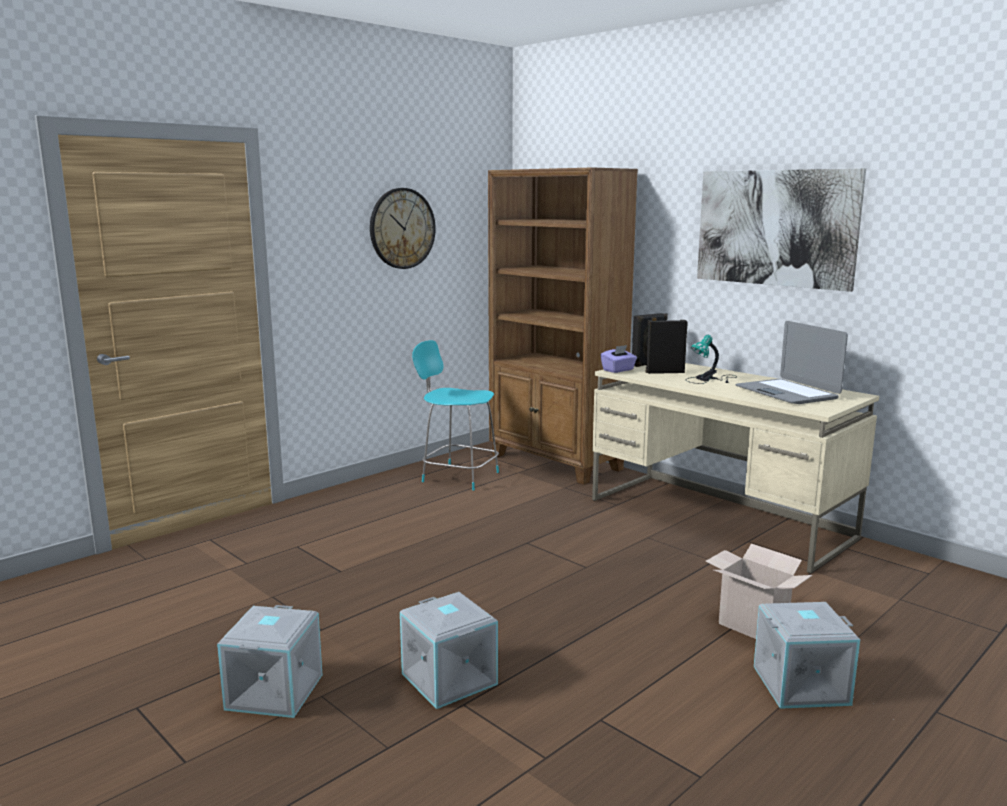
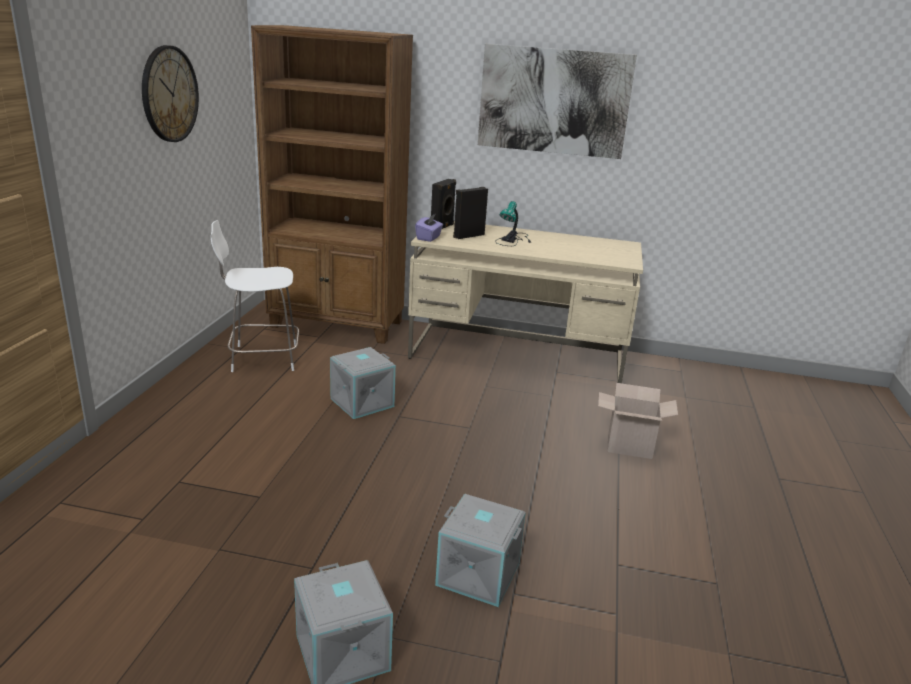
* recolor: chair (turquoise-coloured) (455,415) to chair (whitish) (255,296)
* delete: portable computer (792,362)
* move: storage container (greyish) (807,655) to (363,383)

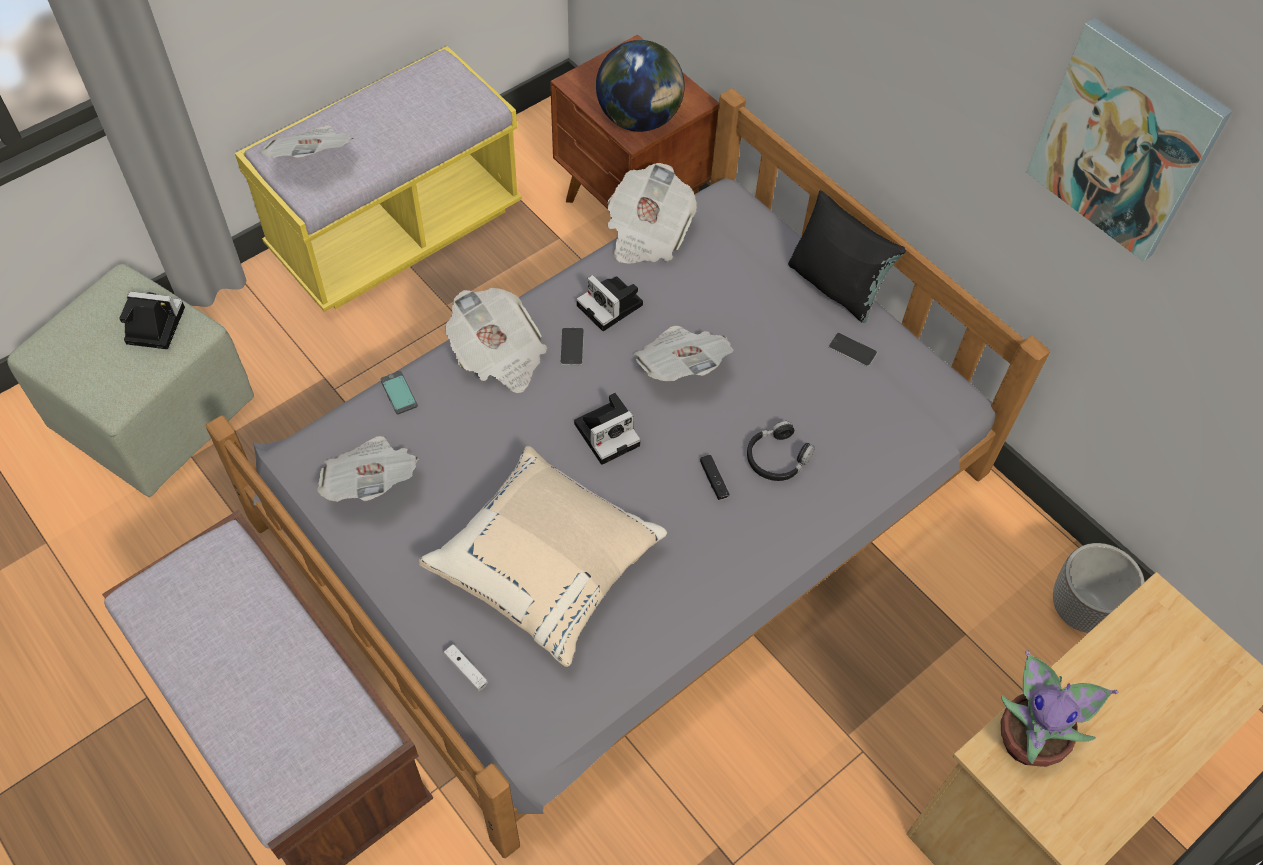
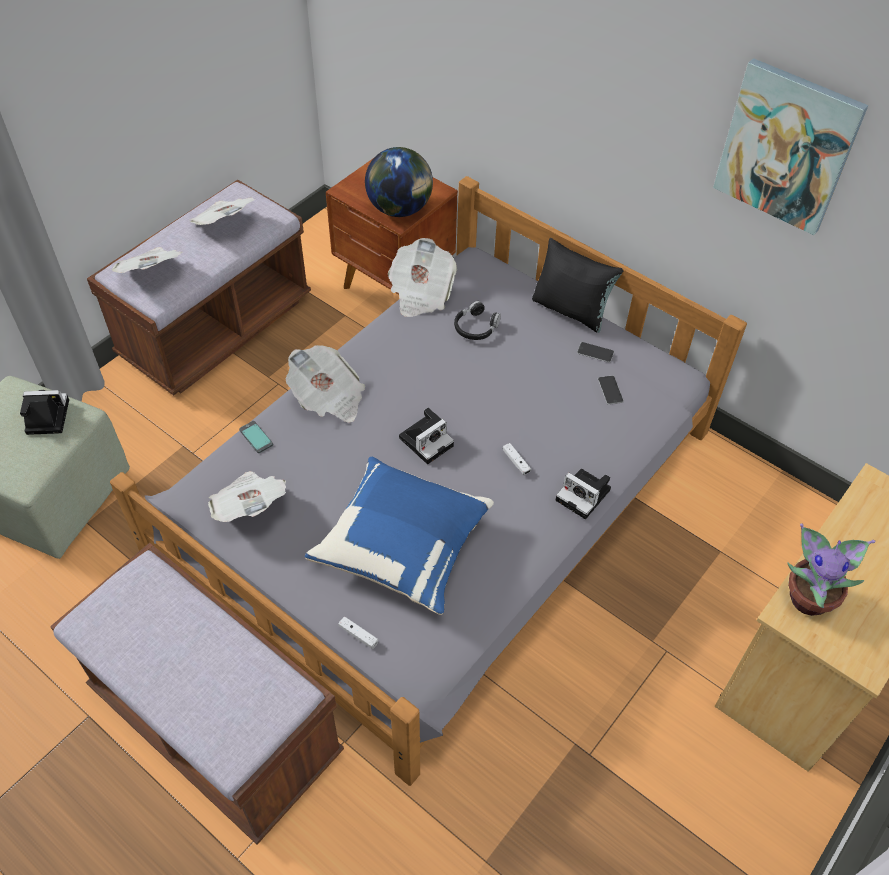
* recolor: indoor bench (yellow-coloured) (378,179) to indoor bench (brown-coloured) (199,287)
* recolor: throw pillow (sand-coloured) (542,556) to throw pillow (bluish) (399,536)
* move: phone (572,346) to (611,390)
* move: still camera (609,303) to (583,494)
* move: newspaper (684,353) to (222,211)
* recolor: joypad (blackish) (714,477) to joypad (whitish) (517,459)
* move: headset (blackish) (781,451) to (477,320)
* delete: plant pot (1099,588)

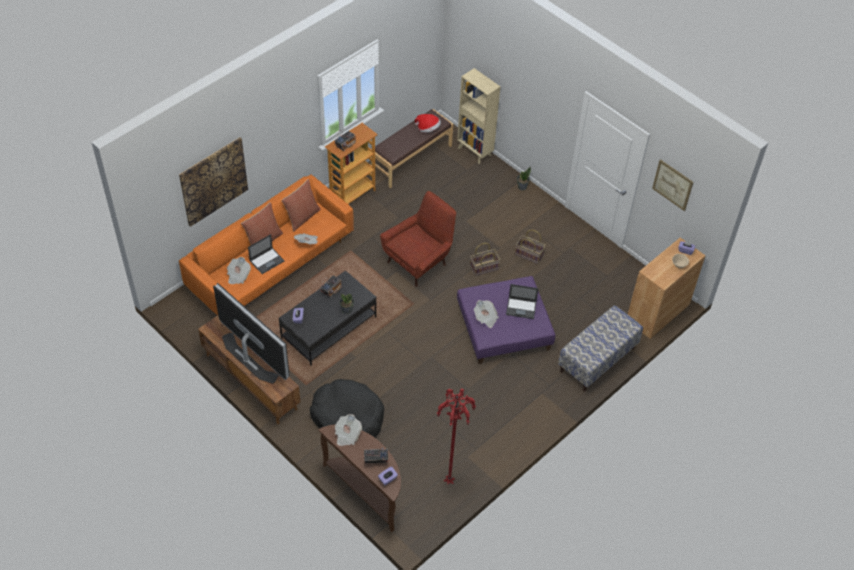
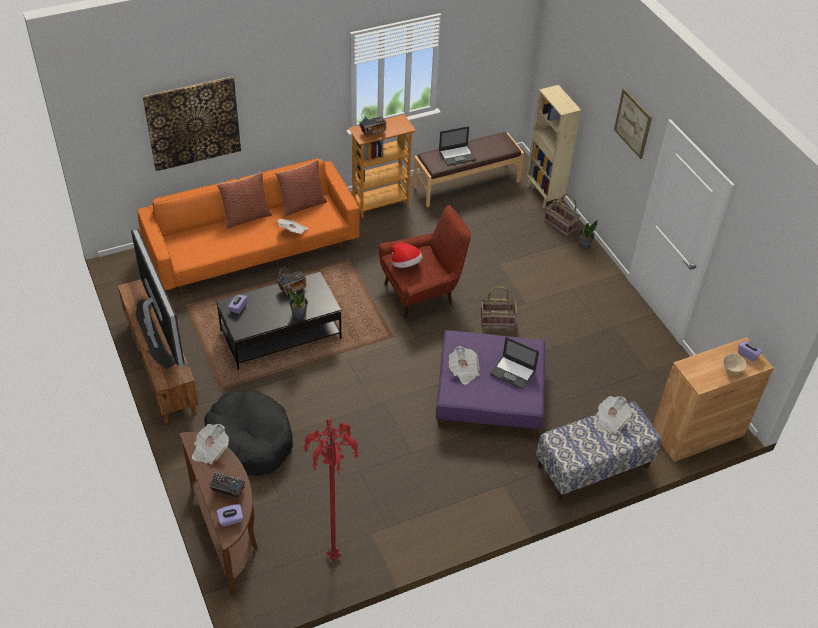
* move: newspaper (239,270) to (614,414)
* move: portable computer (266,254) to (457,146)
* move: hat (428,123) to (407,255)
* move: household basket (530,247) to (562,215)
* move: wall picture (672,185) to (633,123)

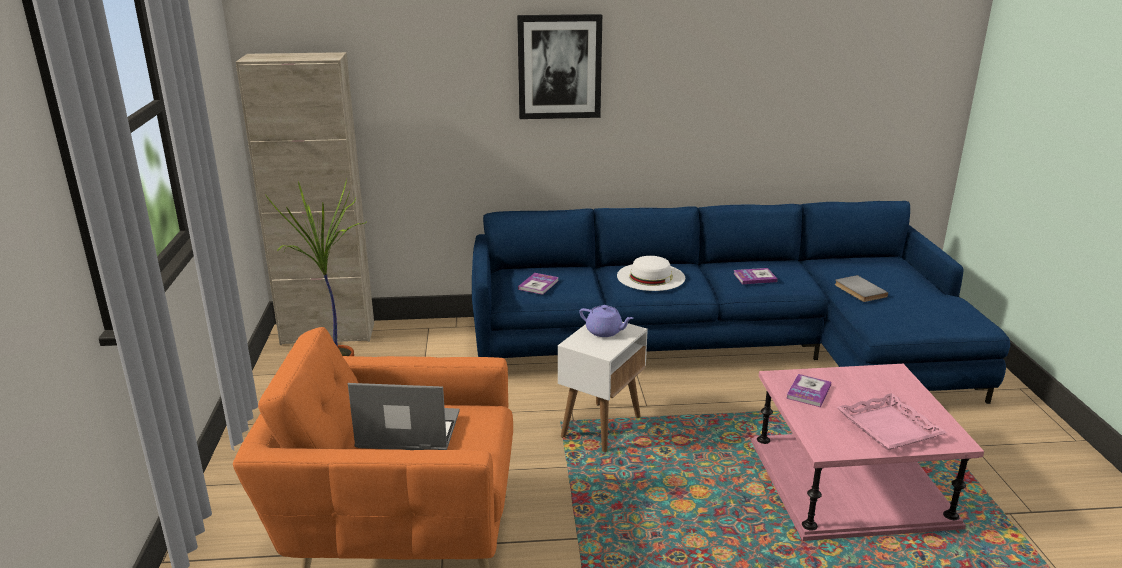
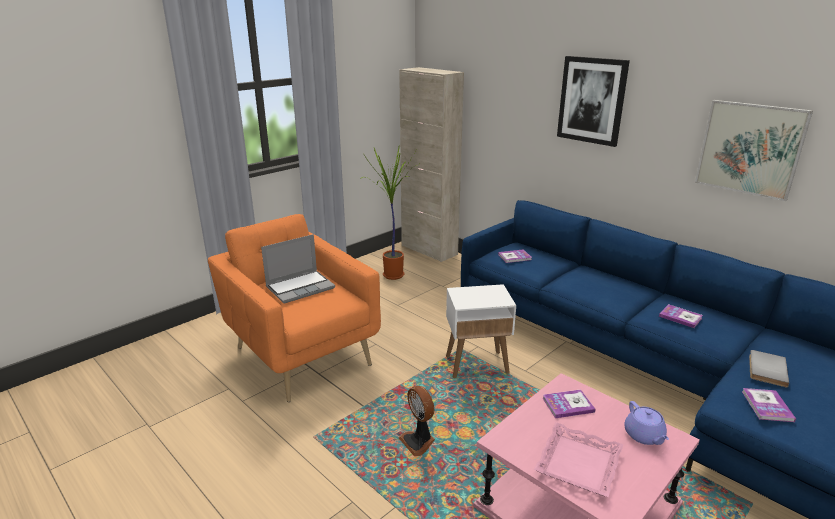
* rotate: portable computer (404,416) = (298,269) 90 degrees clockwise
* move: tea pot (purple) (606,321) to (646,423)
* delete: hat (whitish) (651,273)
* insert: fan (417,421)
* insert: wall picture (754,150)
* insert: bound book (769,405)

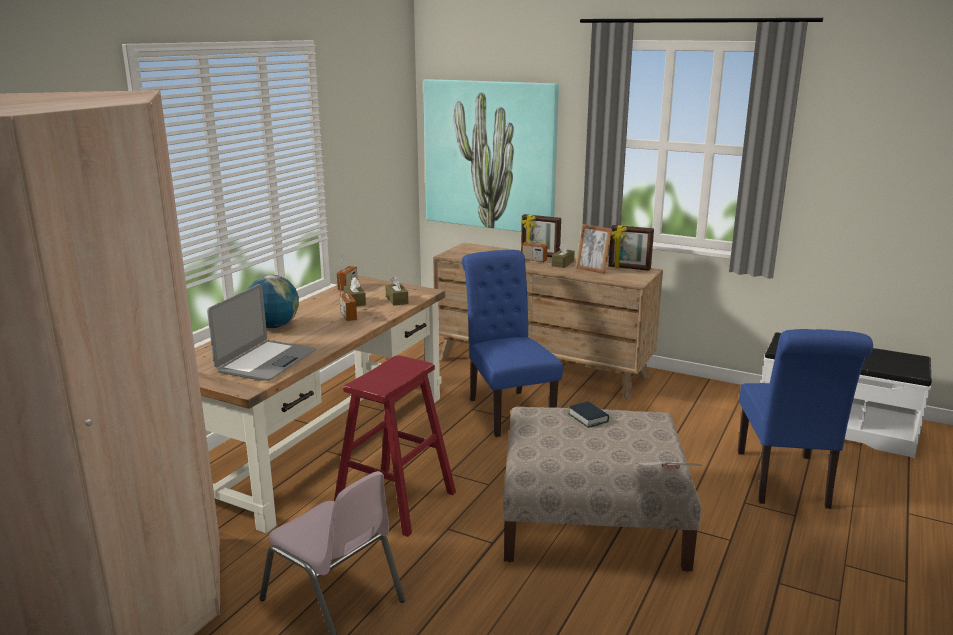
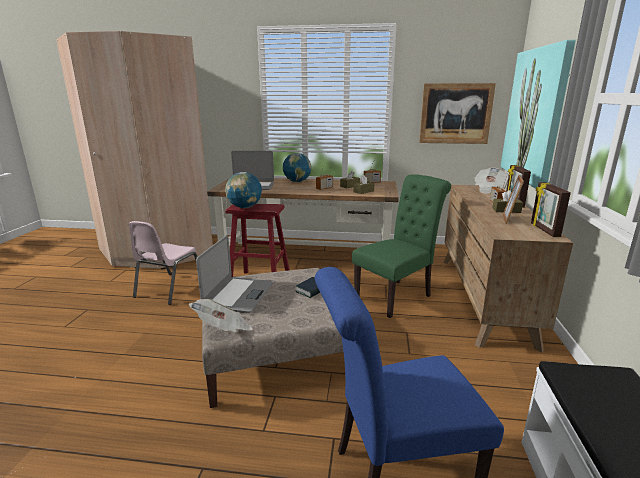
* recolor: chair (bluish) (512,343) to chair (greenish) (401,246)
* insert: portable computer (234,274)
* insert: world globe (243,190)
* insert: wall picture (457,113)
* insert: newspaper (491,180)

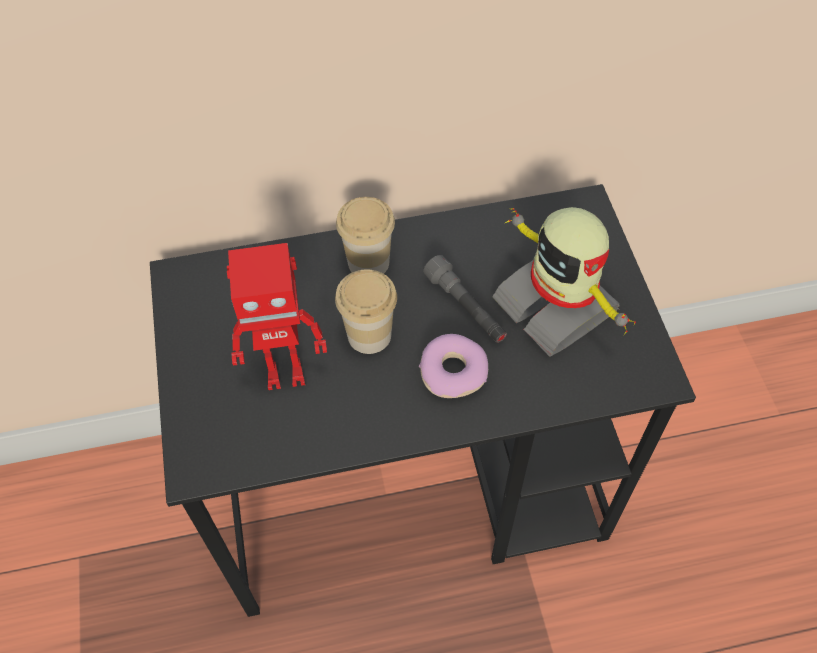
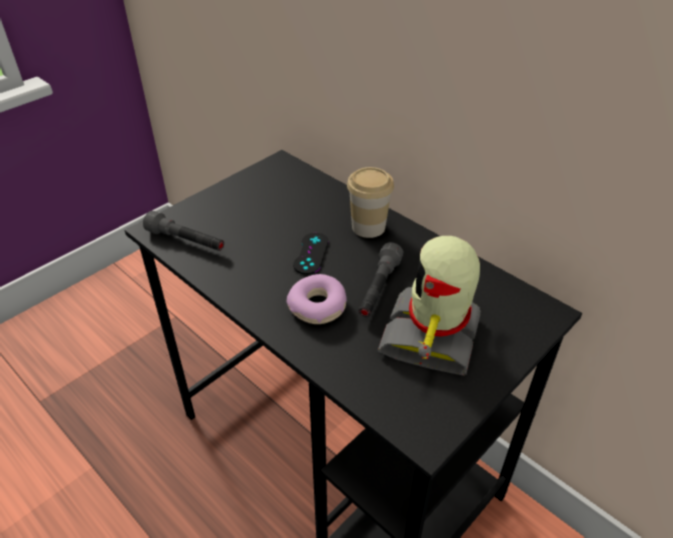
* delete: robot figure (277,316)
* replace: cup (366,311) to joypad (blackish) (311,254)
* insert: hand torch (greyish) (183,231)

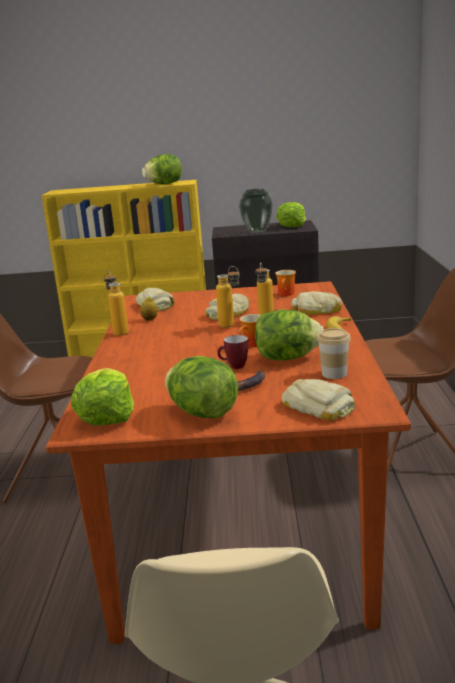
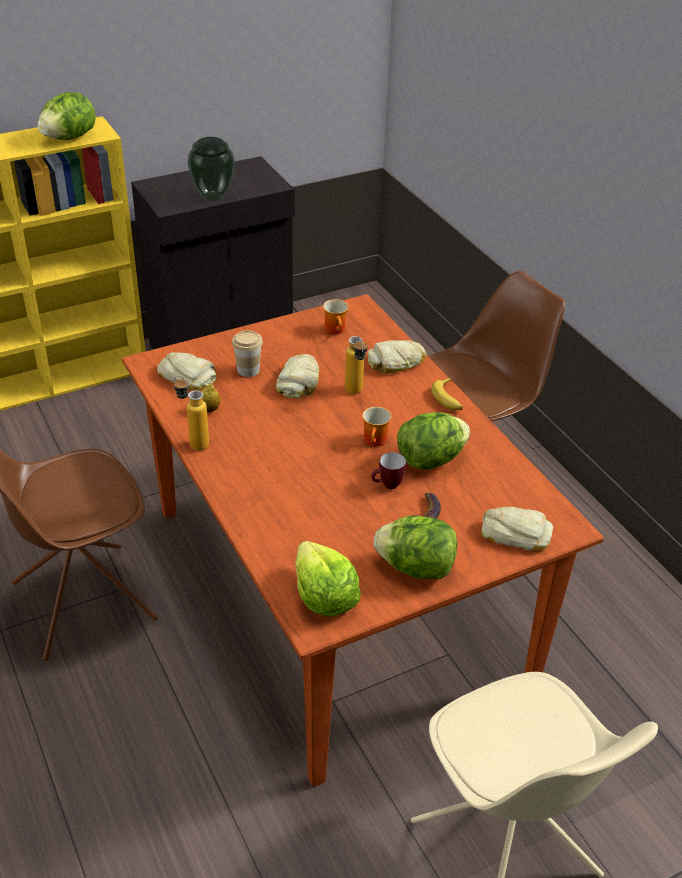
* delete: bottle (228,297)
* delete: lettuce head (291,214)
* move: cup (334,353) to (247,353)

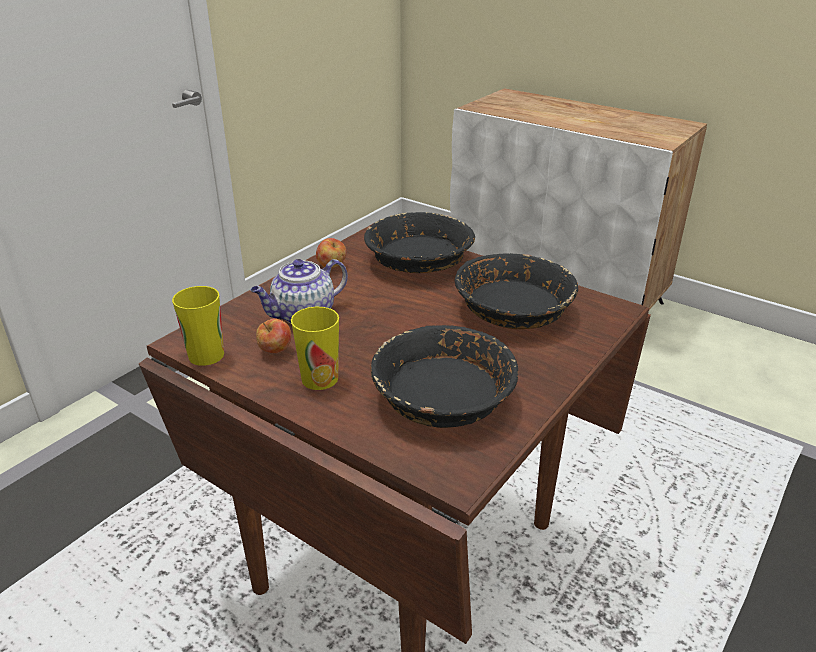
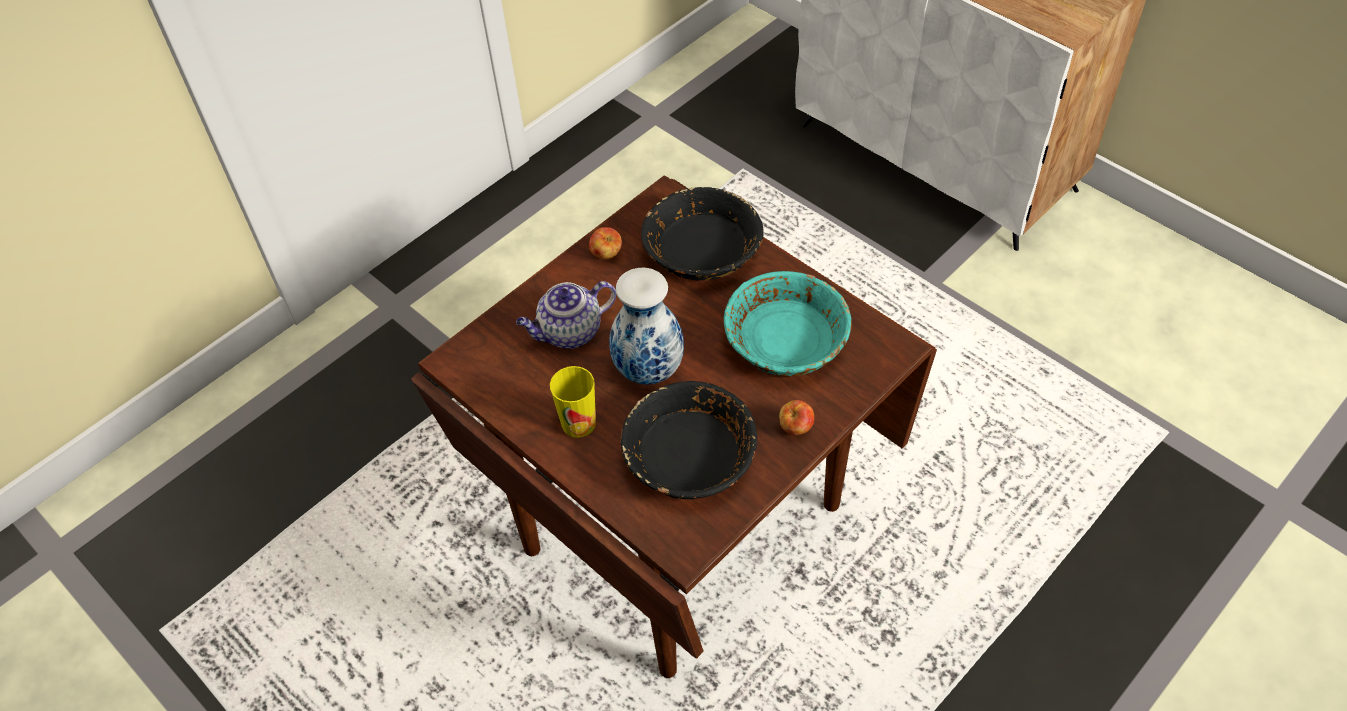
* delete: cup (198,326)
* move: whole apple (273,335) to (796,417)
* recolor: serving bowl (blackish) (516,291) to serving bowl (turquoise-coloured) (788,323)
* insert: decorative vase (646,326)

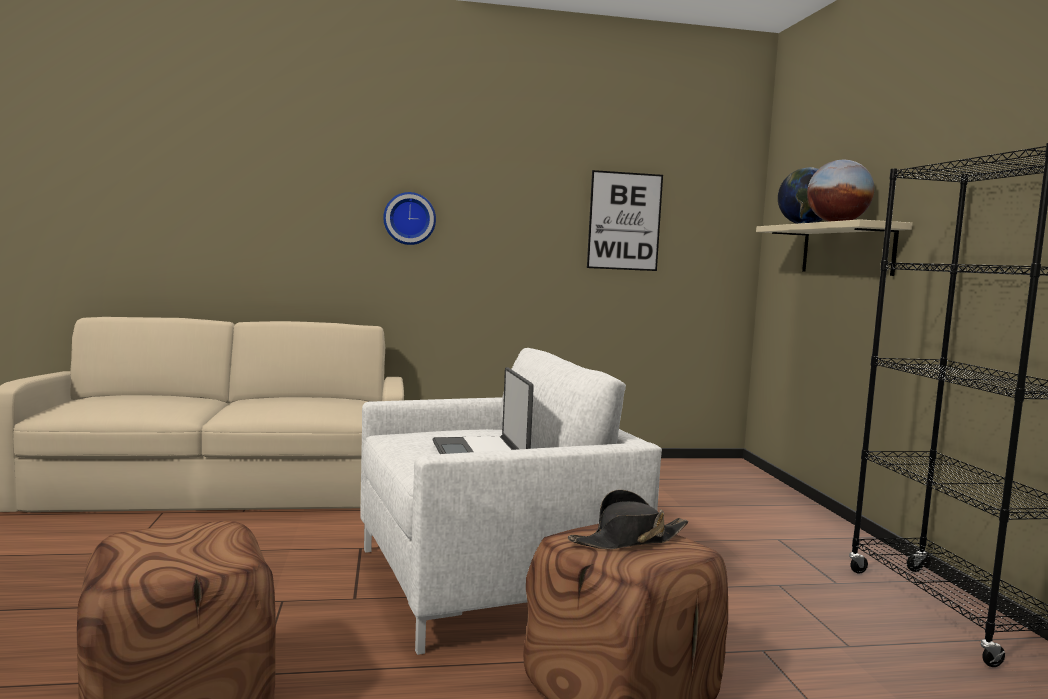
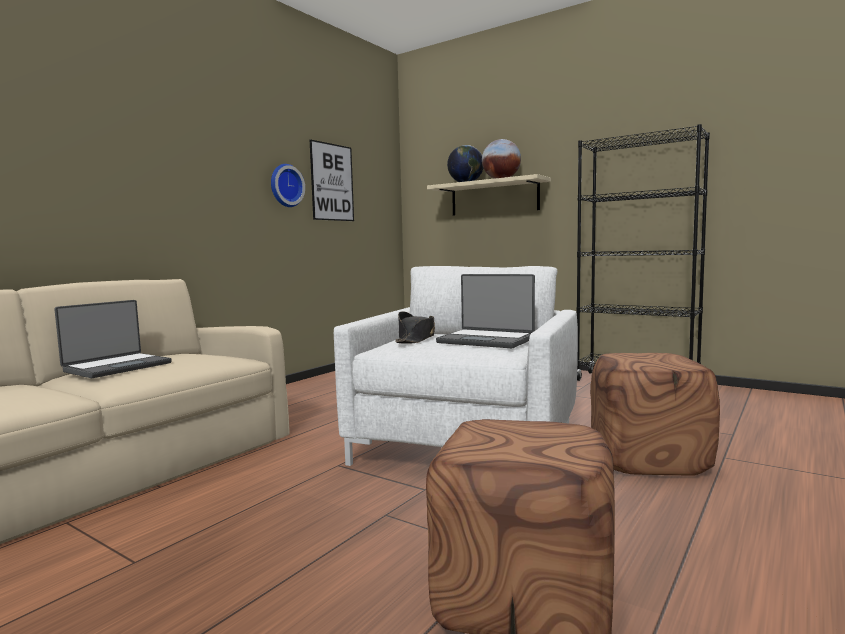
* move: hanging clock (409,218) to (288,185)
* move: hat (blackish) (628,519) to (415,327)
* insert: portable computer (113,339)

